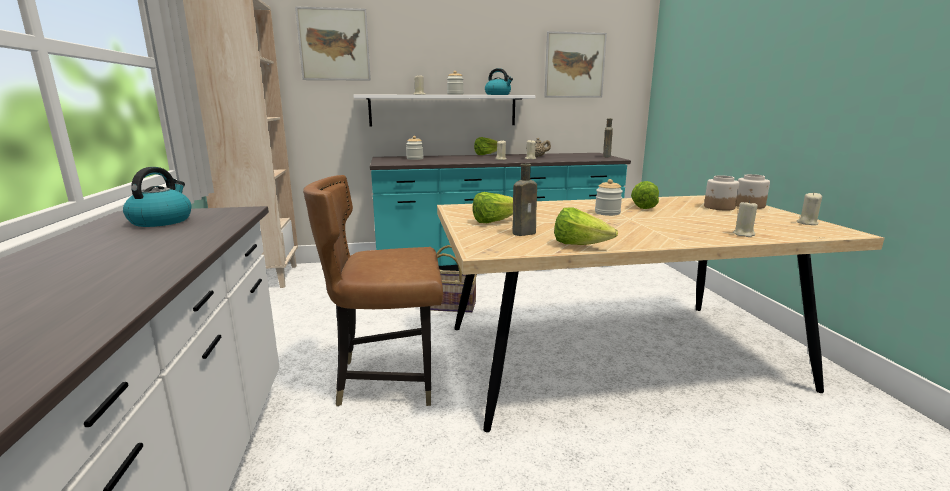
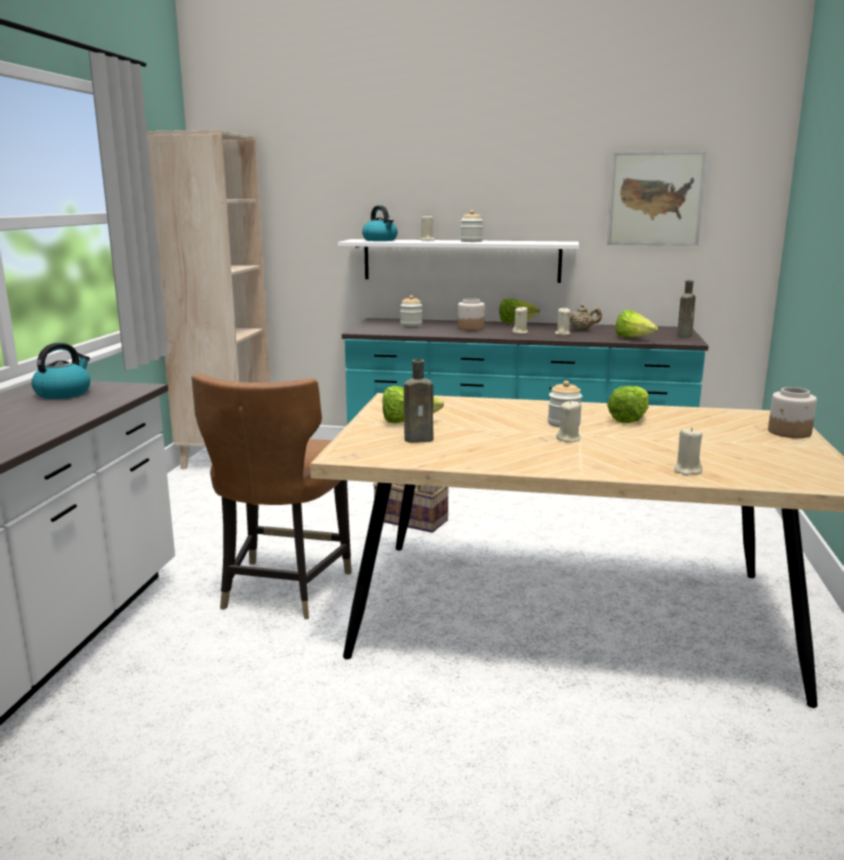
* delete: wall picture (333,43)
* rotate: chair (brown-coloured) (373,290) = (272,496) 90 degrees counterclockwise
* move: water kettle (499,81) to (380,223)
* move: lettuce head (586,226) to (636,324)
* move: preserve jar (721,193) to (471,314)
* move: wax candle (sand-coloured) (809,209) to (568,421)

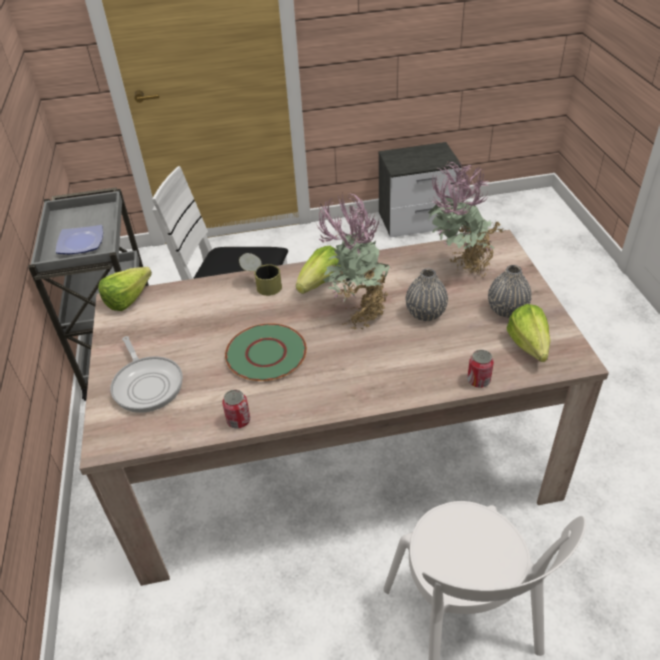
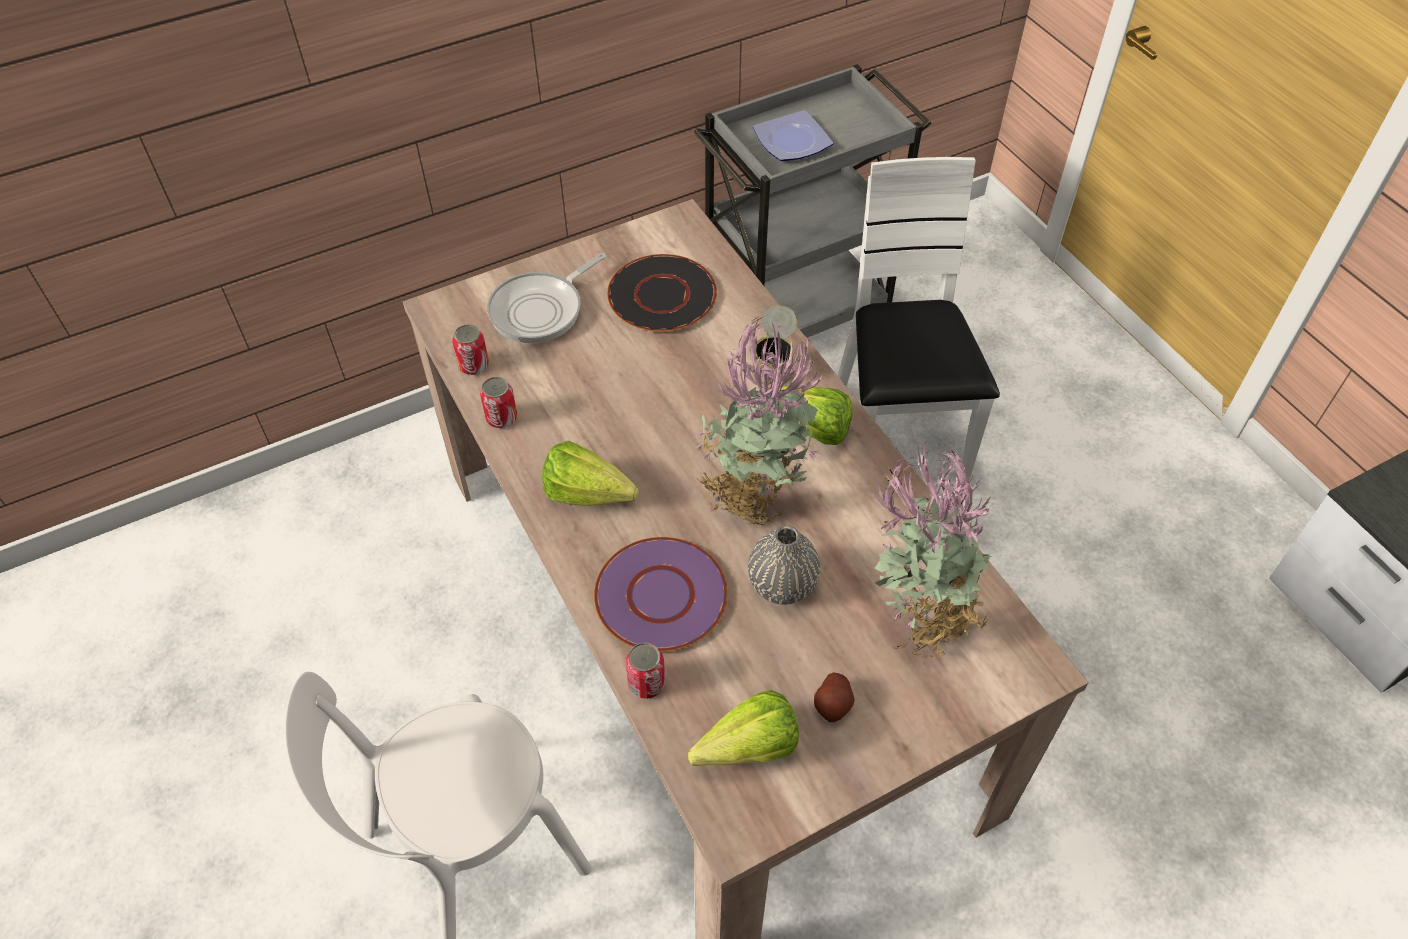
* move: lettuce head (125,289) to (590,473)
* delete: flat dish (greenish) (266,352)
* replace: decorative vase (greyish) (510,291) to whole potato (834,697)
* insert: sealed can (470,349)
* insert: flat dish (purple) (661,594)
* insert: flat dish (blackish) (662,293)

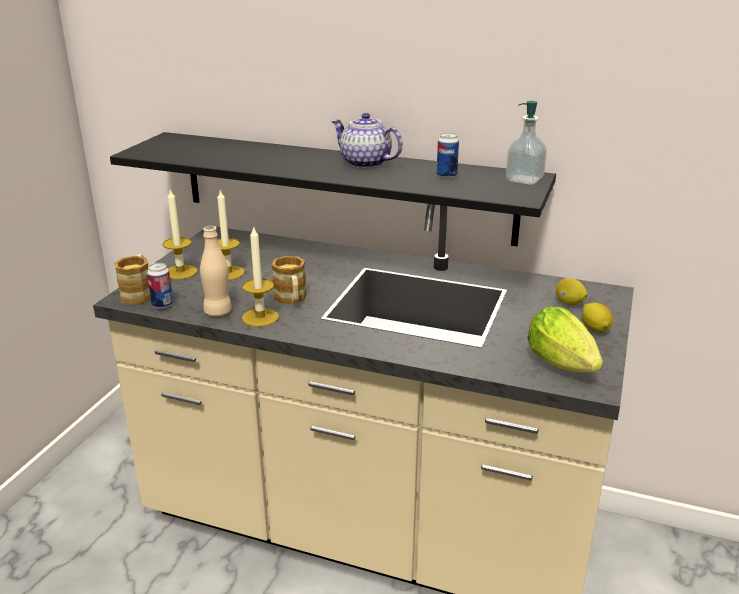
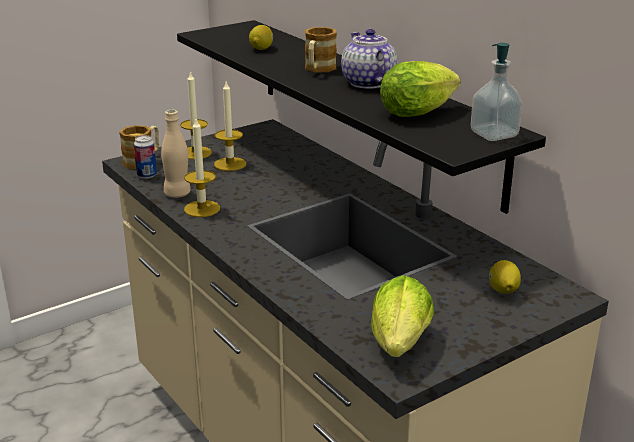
* move: coffee mug (288,280) to (321,50)
* replace: sealed can (447,156) to lettuce head (420,89)
* move: lemon (597,318) to (261,37)

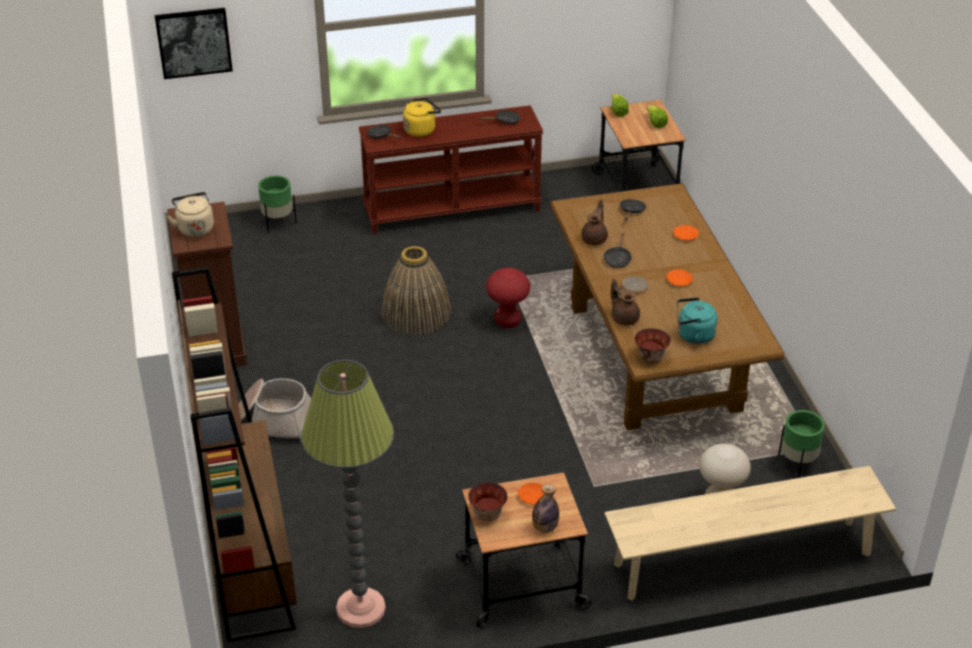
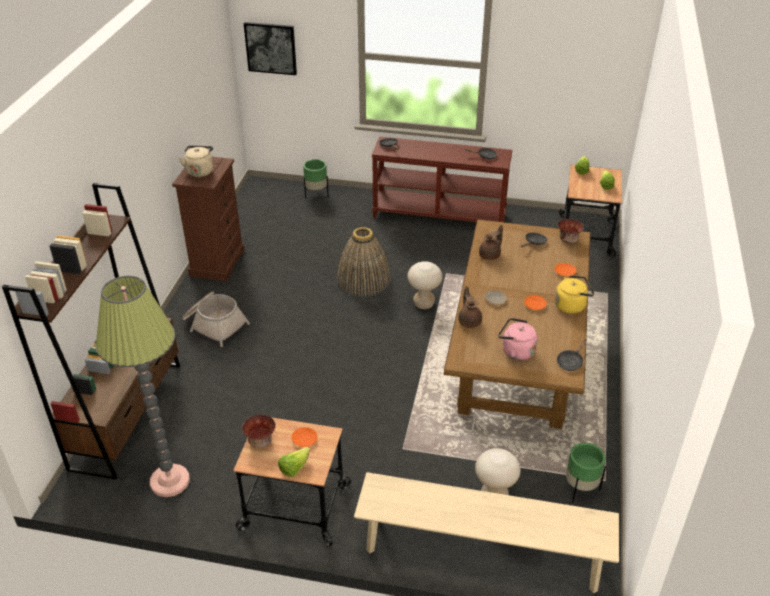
* move: water kettle (yellow-coloured) (422,117) to (574,294)
* recolor: sitting stool (red-coloured) (508,298) to sitting stool (sand-coloured) (425,285)
* replace: bottle (545,508) to lettuce head (294,462)
* move: skillet (blackish) (618,250) to (572,355)
* move: serving bowl (653,345) to (570,231)
* recolor: water kettle (turquoise-coloured) (697,320) to water kettle (pink-coloured) (517,339)

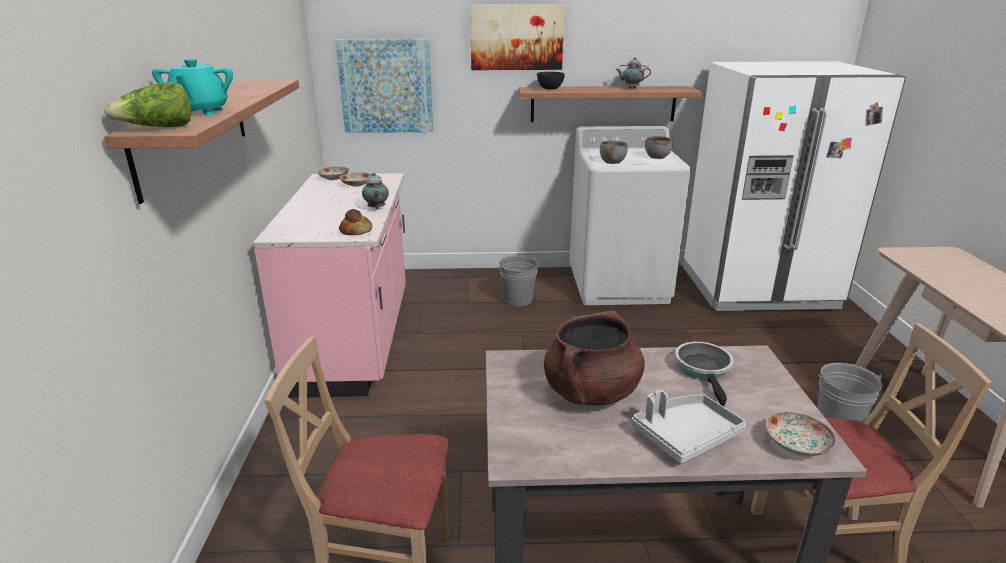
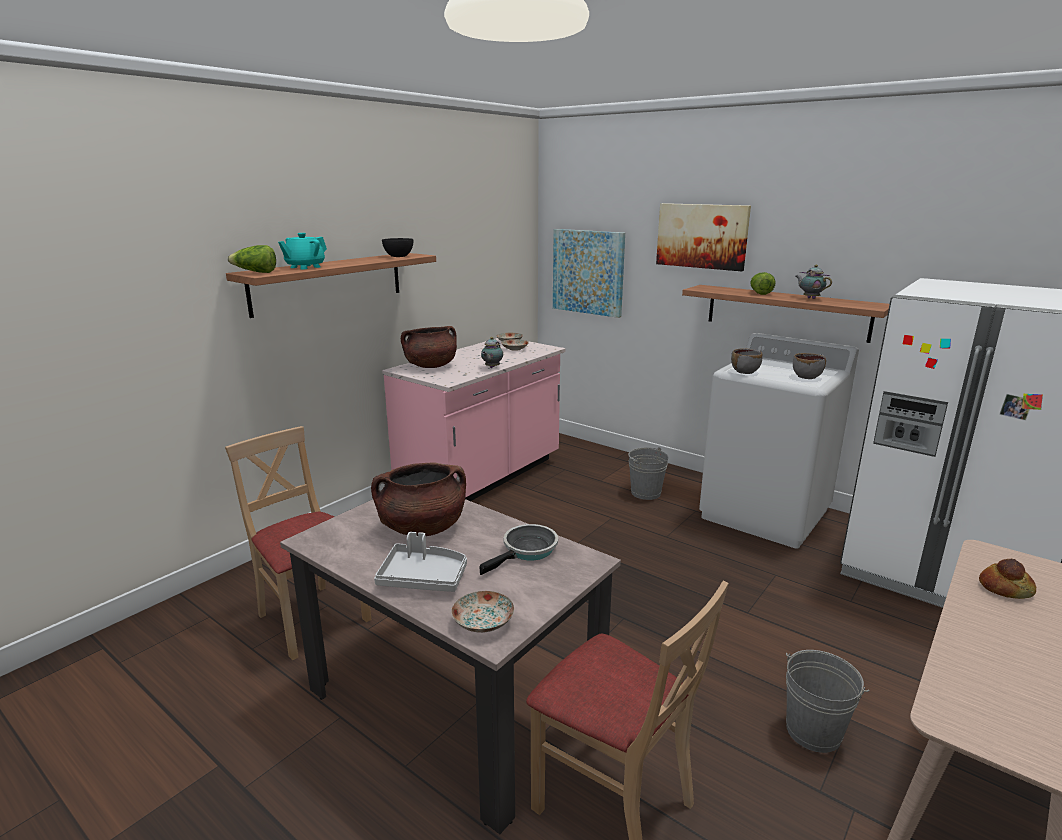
* move: bread (355,222) to (1007,579)
* move: serving bowl (blackish) (551,81) to (398,247)
* insert: cooking pot (brown-coloured) (429,347)
* insert: lettuce head (763,283)

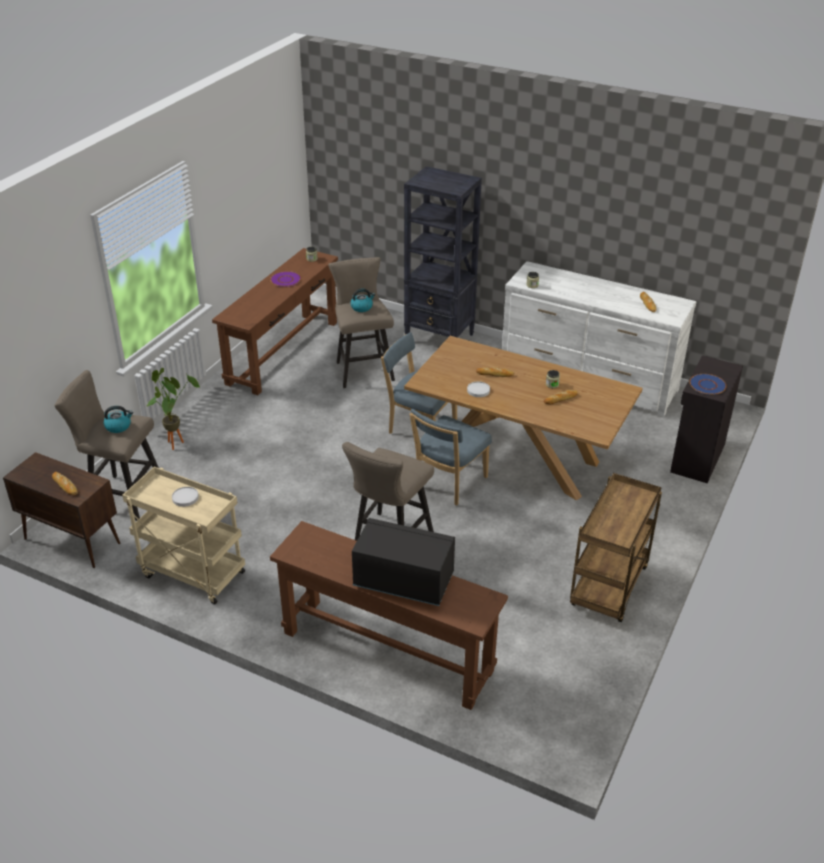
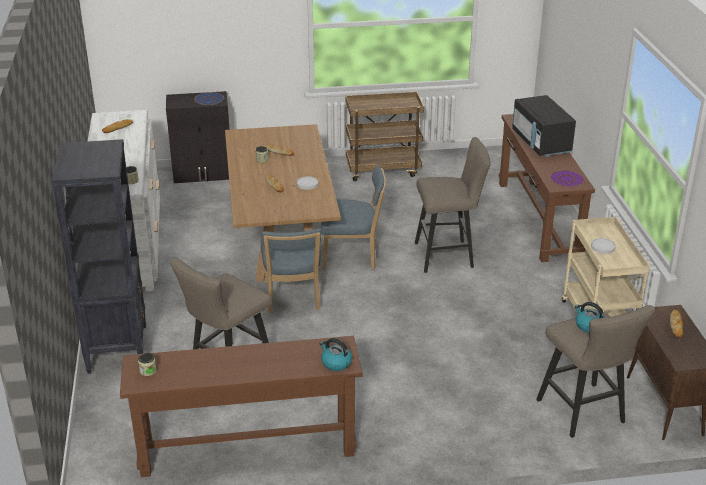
* delete: potted plant (173,409)
* move: flat dish (purple) (285,279) to (567,178)
* move: water kettle (362,300) to (336,354)

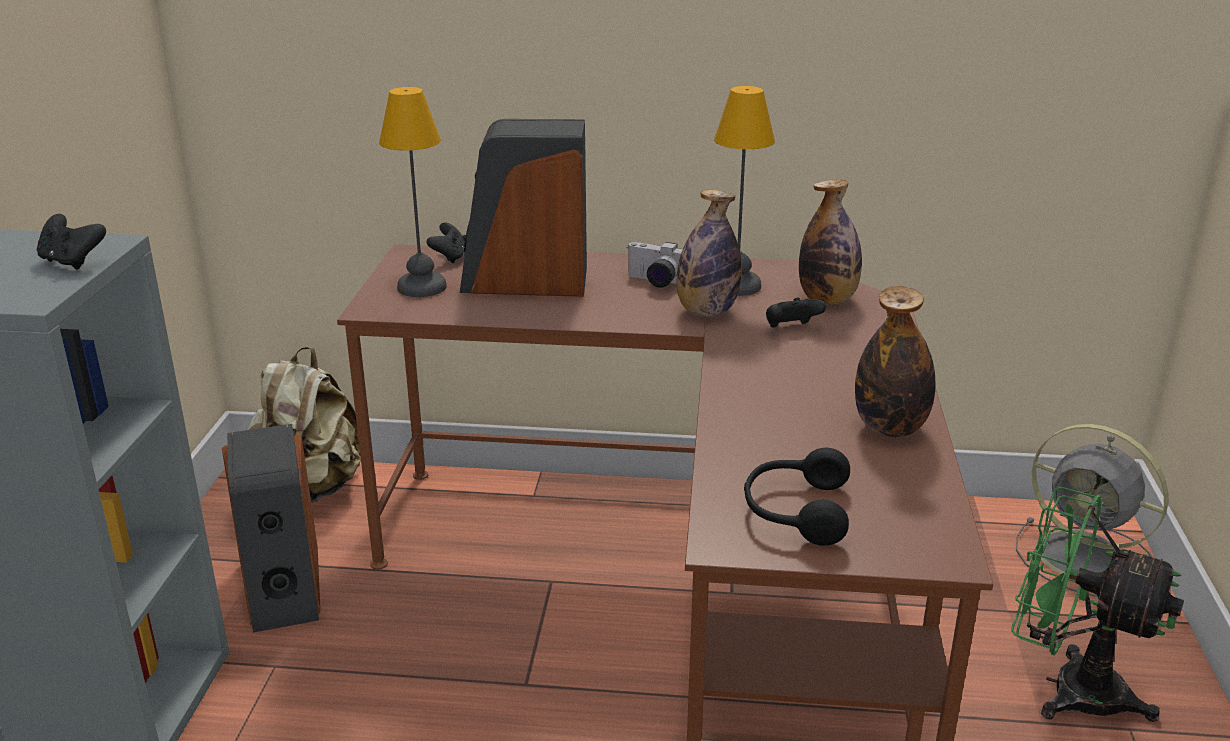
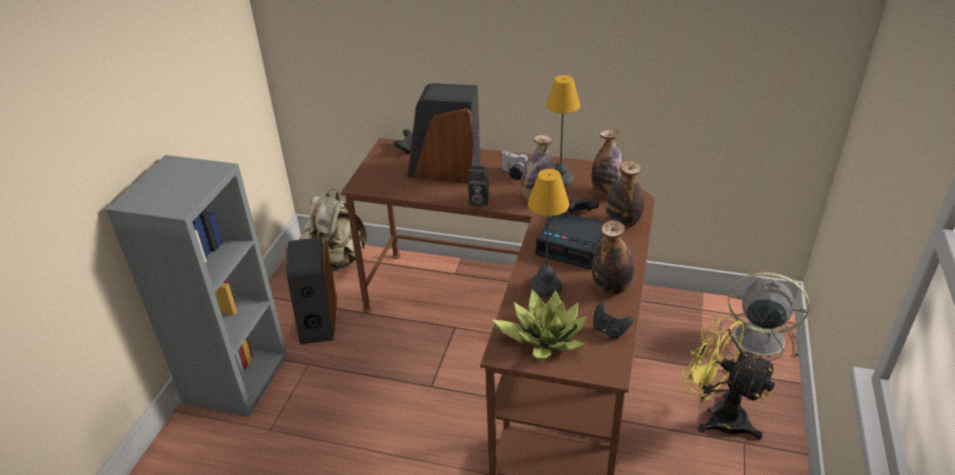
* move: joypad (blackish) (71,242) to (613,321)
* move: tabletop lamp (413,192) to (548,233)
* replace: headset (blackish) (797,497) to potted plant (539,324)
* recolor: fan (greenish) (1097,604) to fan (yellow-coloured) (730,377)
* rotate: fan (greyish) (1092,510) = (764,316) 150 degrees clockwise
* insert: still camera (478,186)
* insert: bedside clock (570,240)
* insert: bottle (625,194)

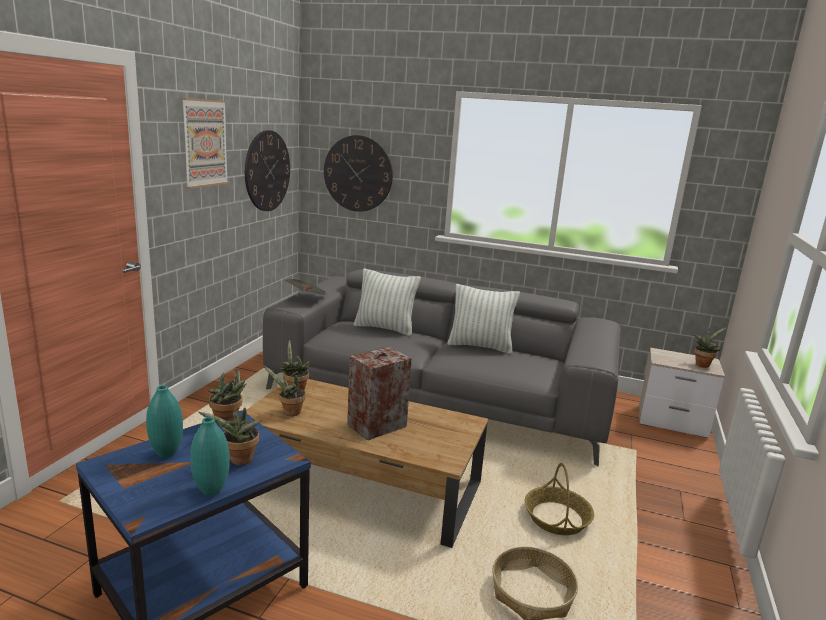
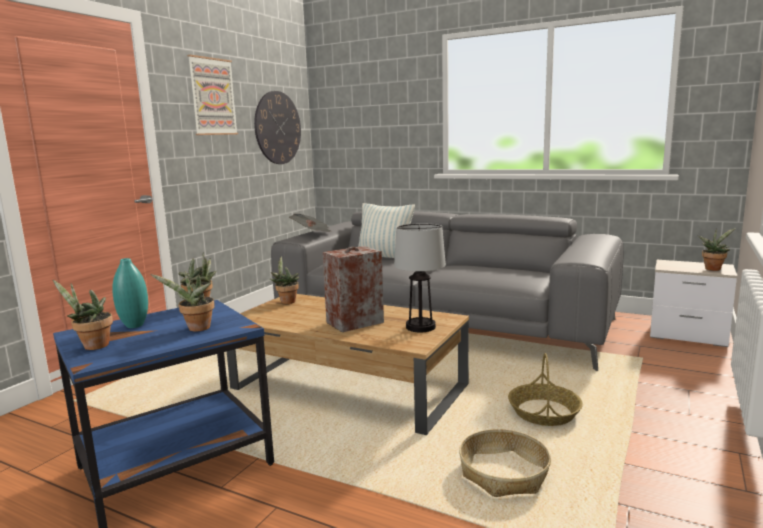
* delete: decorative vase (turquoise-coloured) (210,456)
* move: potted plant (284,390) to (83,315)
* delete: hanging clock (358,173)
* delete: throw pillow (483,319)
* insert: tabletop lamp (420,277)

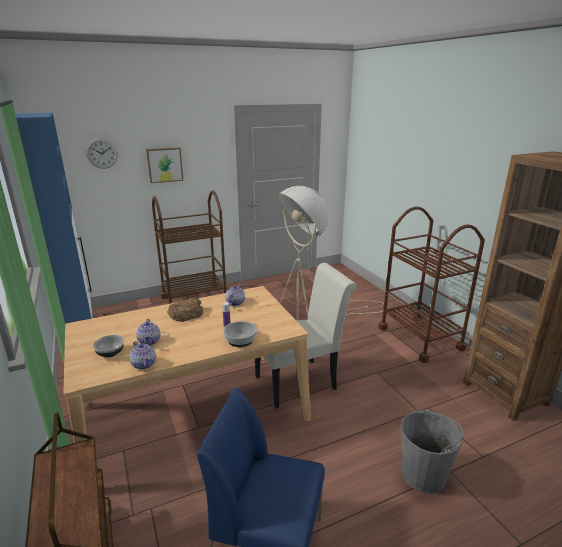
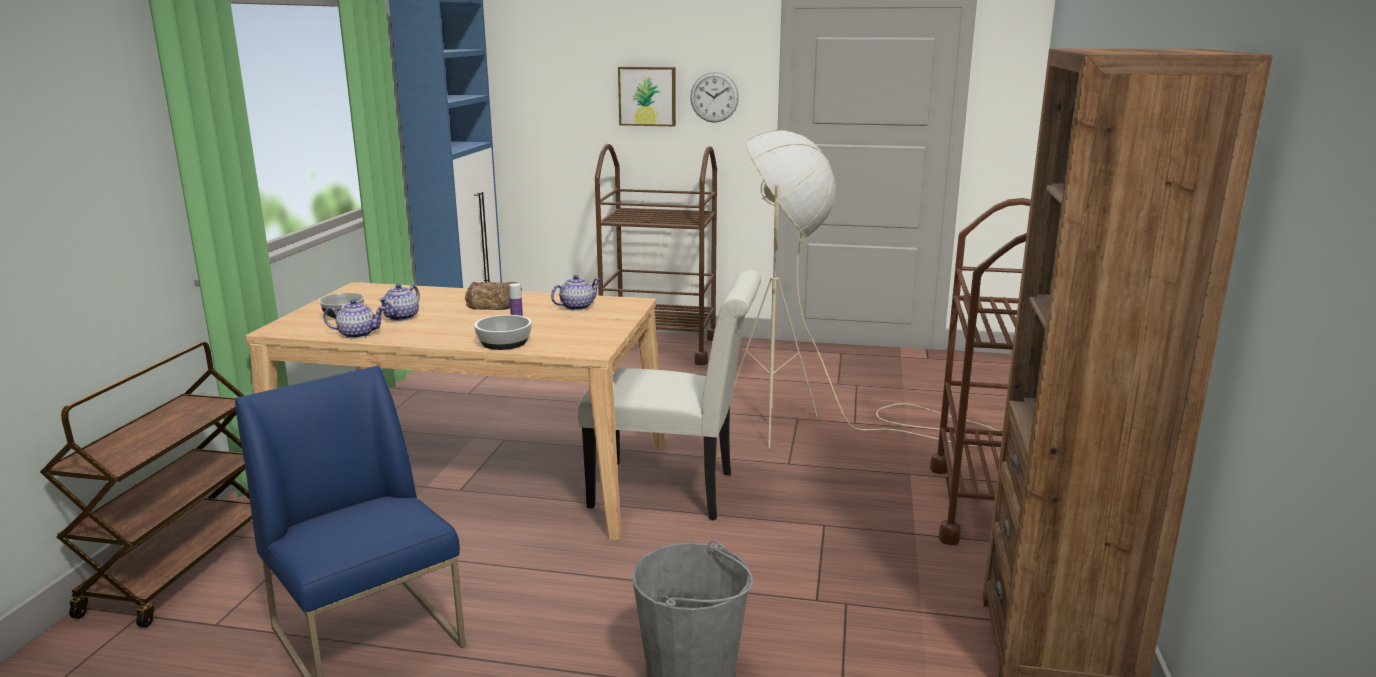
* move: hanging clock (102,153) to (714,97)
* rotate: tea pot (142,355) = (354,319) 90 degrees counterclockwise

